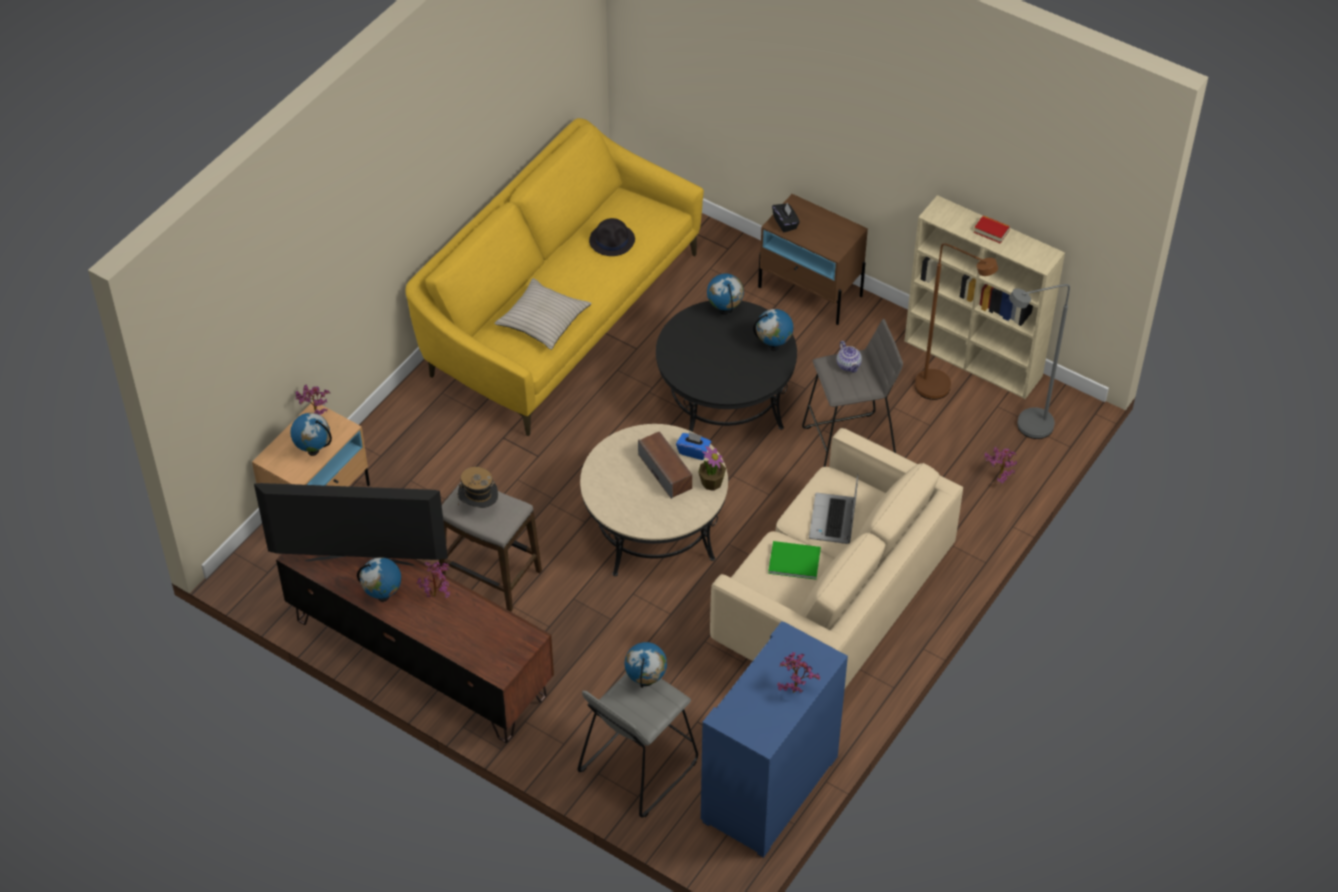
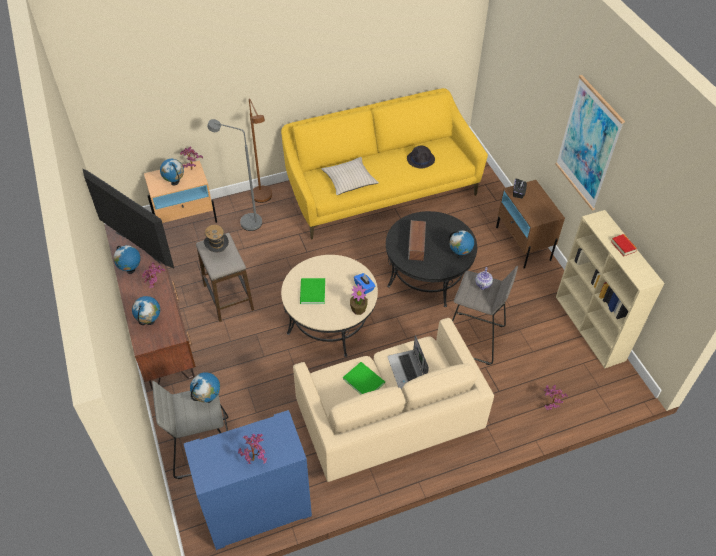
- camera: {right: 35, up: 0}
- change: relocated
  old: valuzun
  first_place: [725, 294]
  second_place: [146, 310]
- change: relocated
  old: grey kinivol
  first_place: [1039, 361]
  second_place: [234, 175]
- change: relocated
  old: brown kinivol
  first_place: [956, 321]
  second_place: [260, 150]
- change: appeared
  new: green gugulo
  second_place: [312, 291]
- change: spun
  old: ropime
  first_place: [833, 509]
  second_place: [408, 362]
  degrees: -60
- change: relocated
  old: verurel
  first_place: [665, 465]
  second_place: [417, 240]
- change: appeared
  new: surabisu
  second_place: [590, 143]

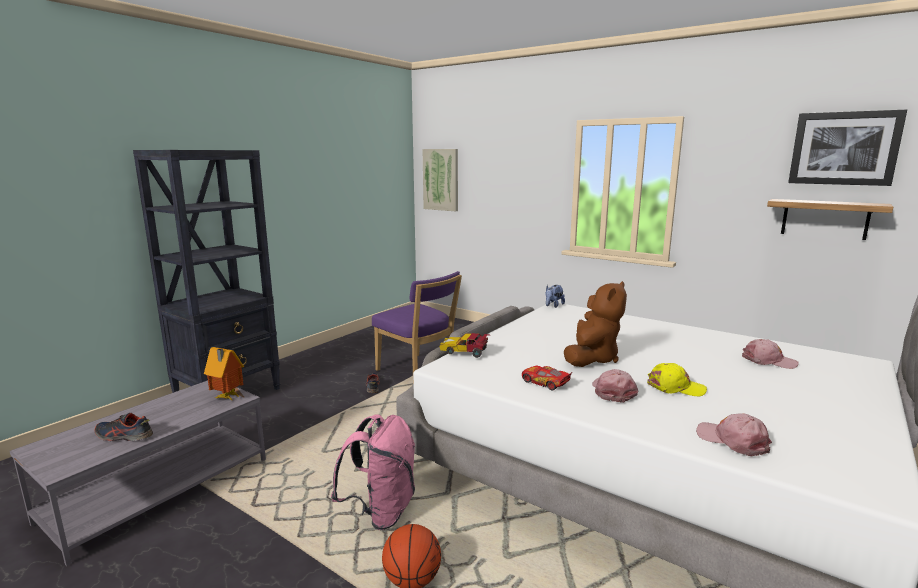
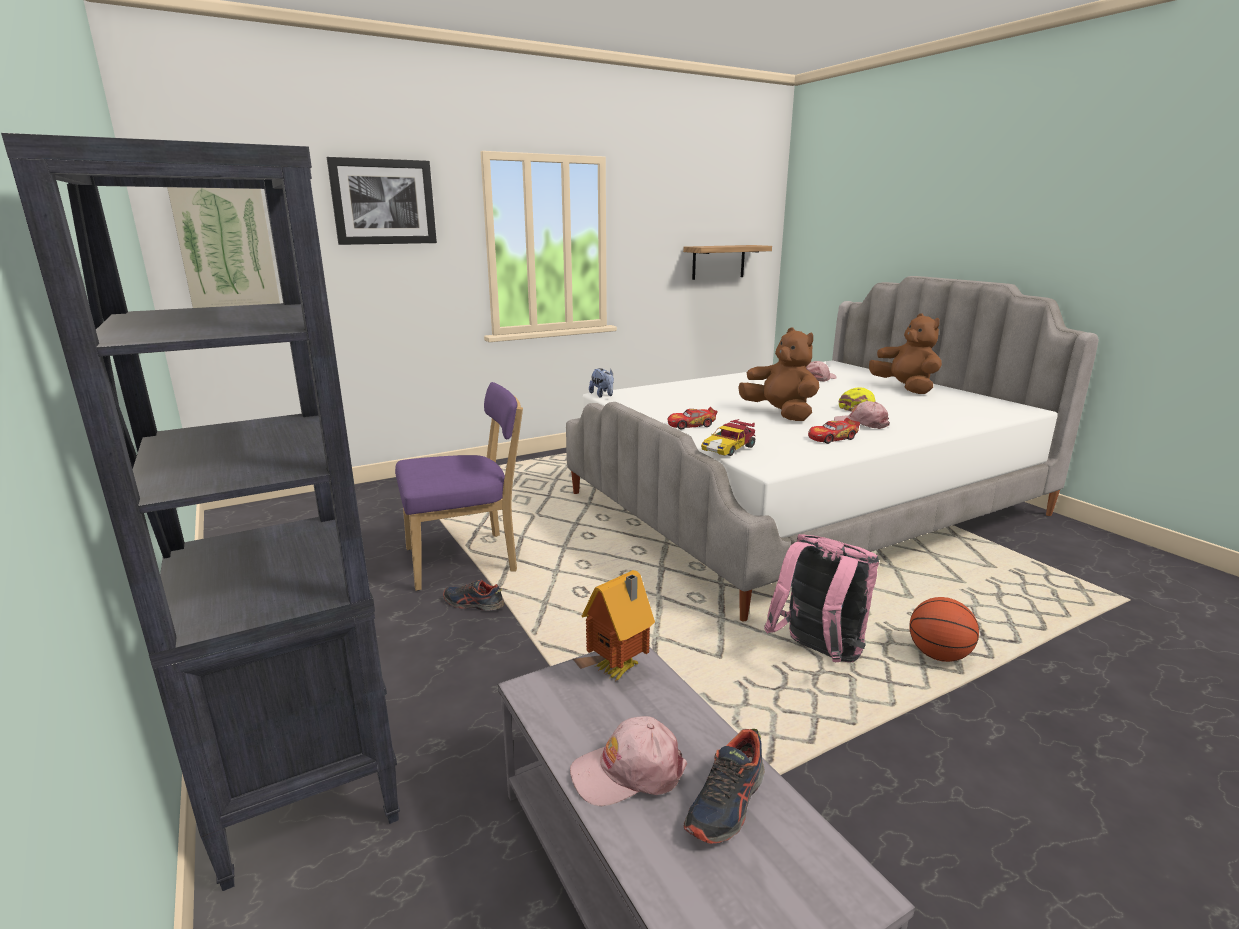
- camera: {right: -65, up: 5}
- change: relocated
  old: surabisu
  first_place: [847, 148]
  second_place: [382, 201]
- change: relocated
  old: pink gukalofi
  first_place: [734, 434]
  second_place: [628, 761]
- change: appeared
  new: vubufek
  second_place: [693, 418]
- change: appeared
  new: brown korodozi
  second_place: [905, 353]

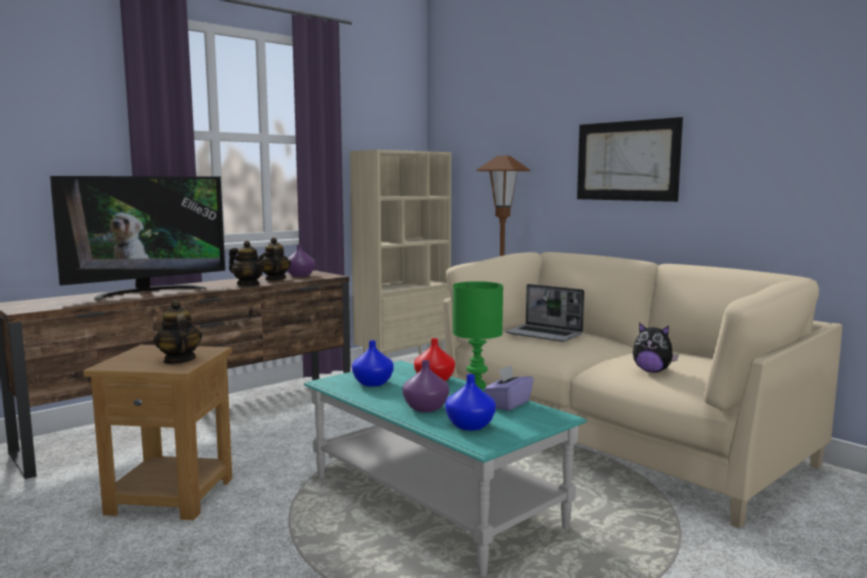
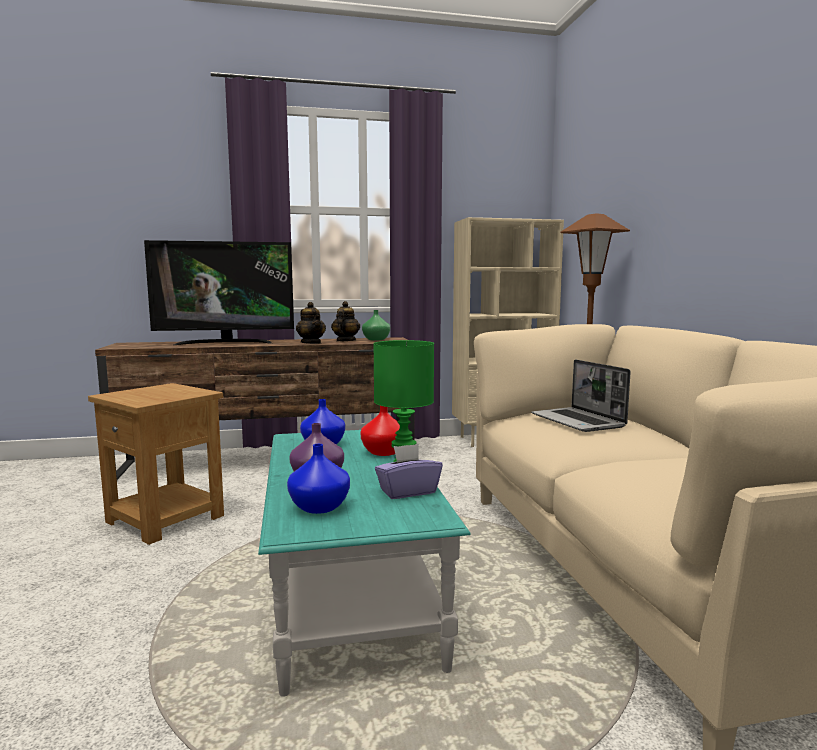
- camera: {right: 30, up: 0}
- change: colour
  old: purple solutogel
  new: green solutogel
  first_place: [301, 260]
  second_place: [376, 325]
- change: missing
  old: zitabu
  first_place: [178, 332]
- change: missing
  old: surabisu
  first_place: [630, 159]
- change: missing
  old: korodozi
  first_place: [656, 347]

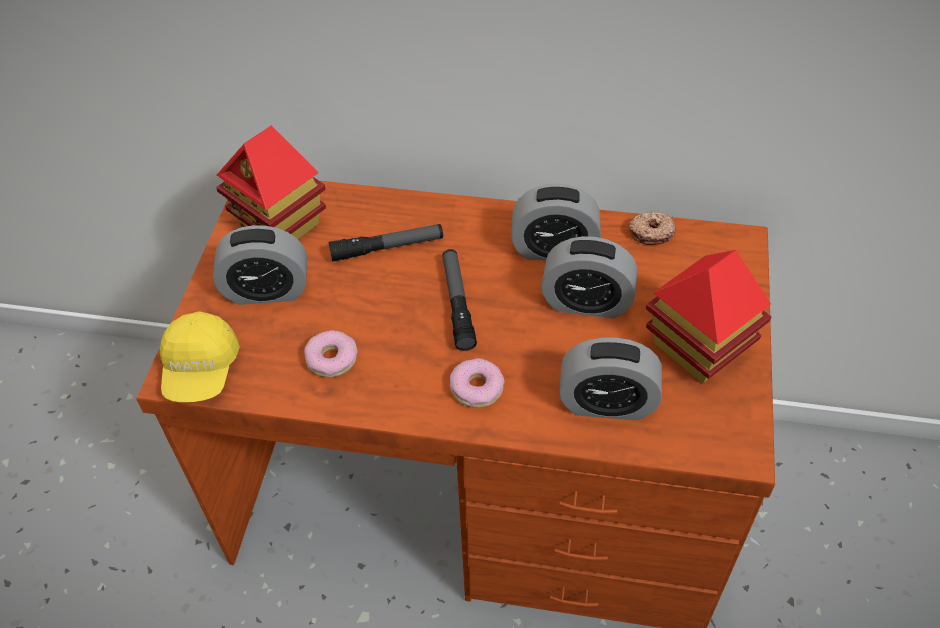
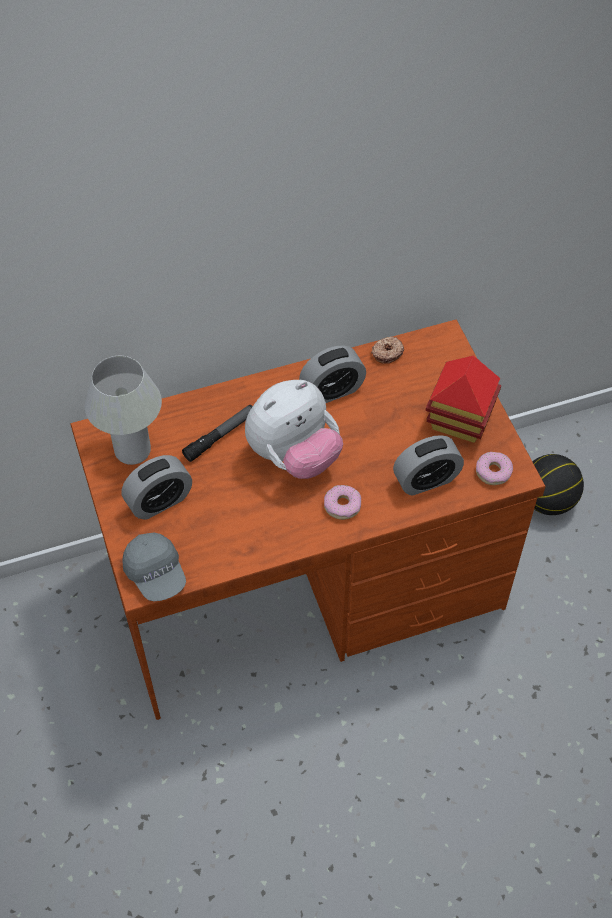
- camera: {right: -30, up: 5}
- change: exchanged
  old: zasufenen
  new: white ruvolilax
  first_place: [271, 182]
  second_place: [123, 410]
- change: colour
  old: yellow gukalofi
  new: grey gukalofi
  first_place: [200, 357]
  second_place: [154, 566]
- change: exchanged
  old: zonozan
  new: korodozi
  first_place: [459, 300]
  second_place: [294, 429]
- change: relocated
  old: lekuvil
  first_place: [331, 354]
  second_place: [494, 468]
- change: appeared
  new: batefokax
  second_place: [558, 484]
- change: missing
  old: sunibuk
  first_place: [589, 277]

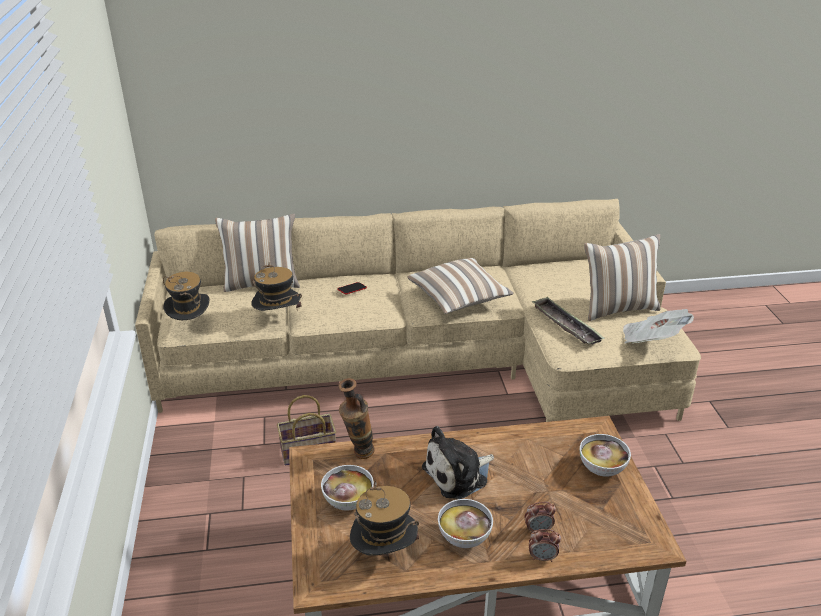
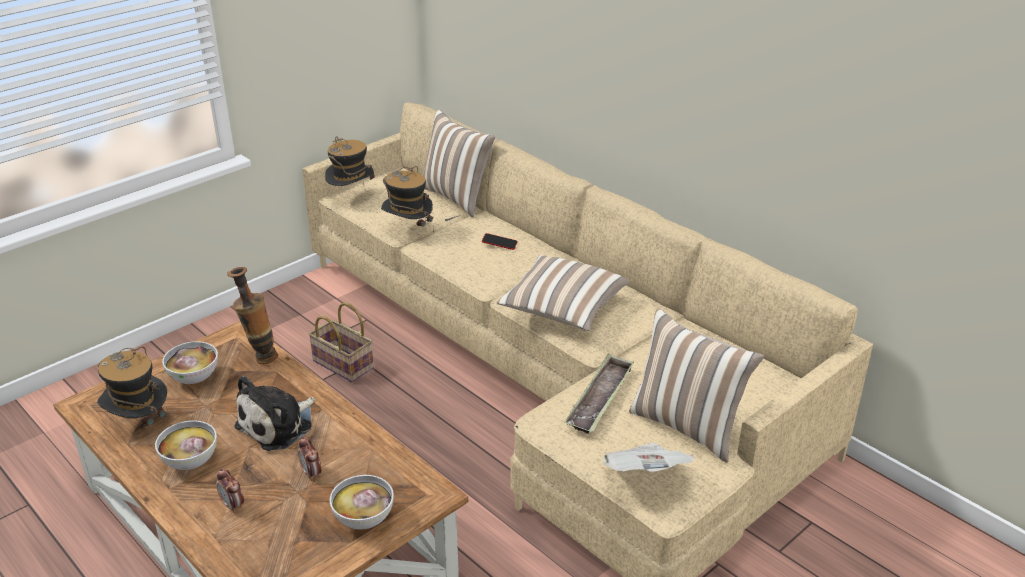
- camera: {right: 55, up: 0}
- change: spun
  old: korodozi
  first_place: [458, 462]
  second_place: [274, 413]
  degrees: -75
- change: relocated
  old: sunibuk
  first_place: [545, 545]
  second_place: [309, 458]

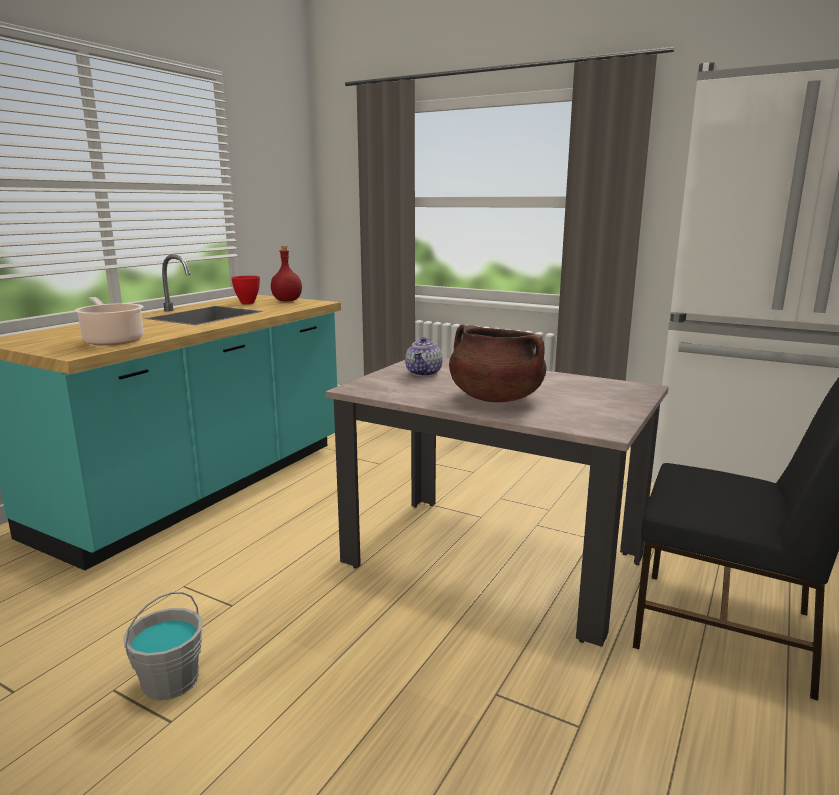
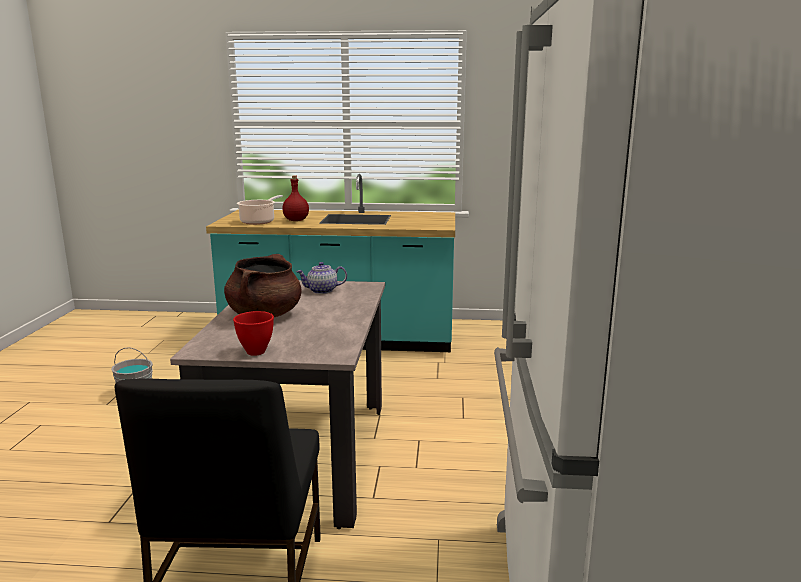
- camera: {right: 65, up: 0}
- change: relocated
  old: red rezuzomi
  first_place: [245, 290]
  second_place: [253, 333]
- change: relocated
  old: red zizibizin
  first_place: [286, 274]
  second_place: [295, 198]

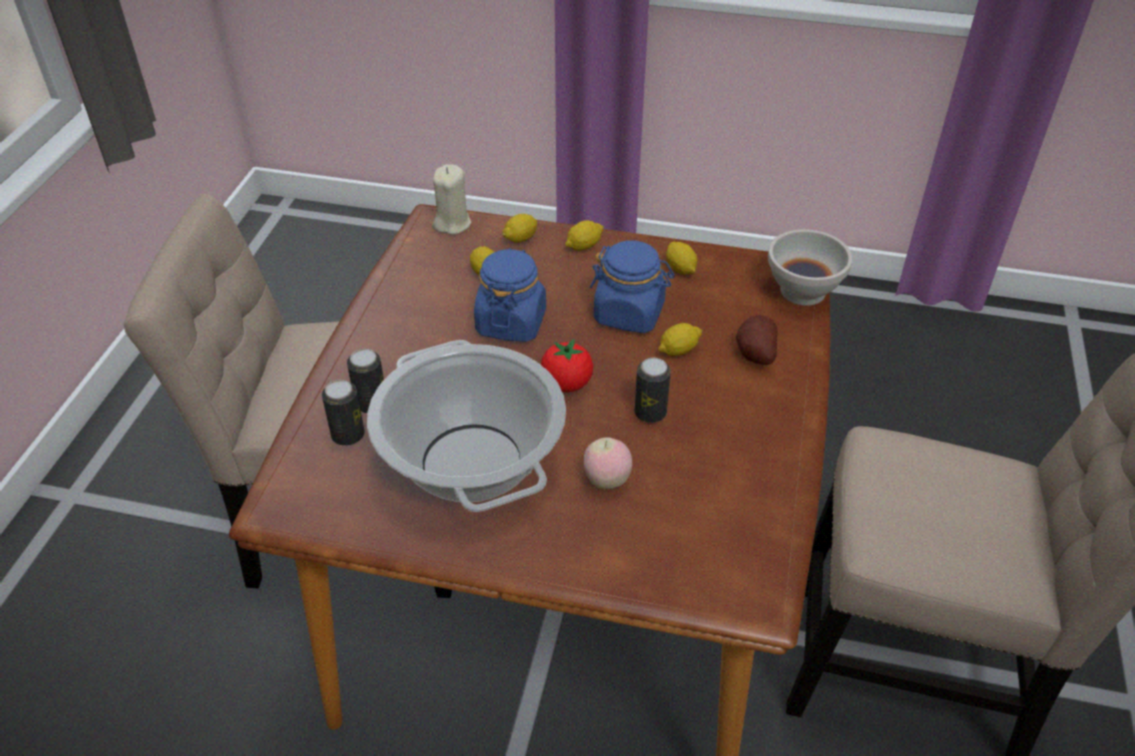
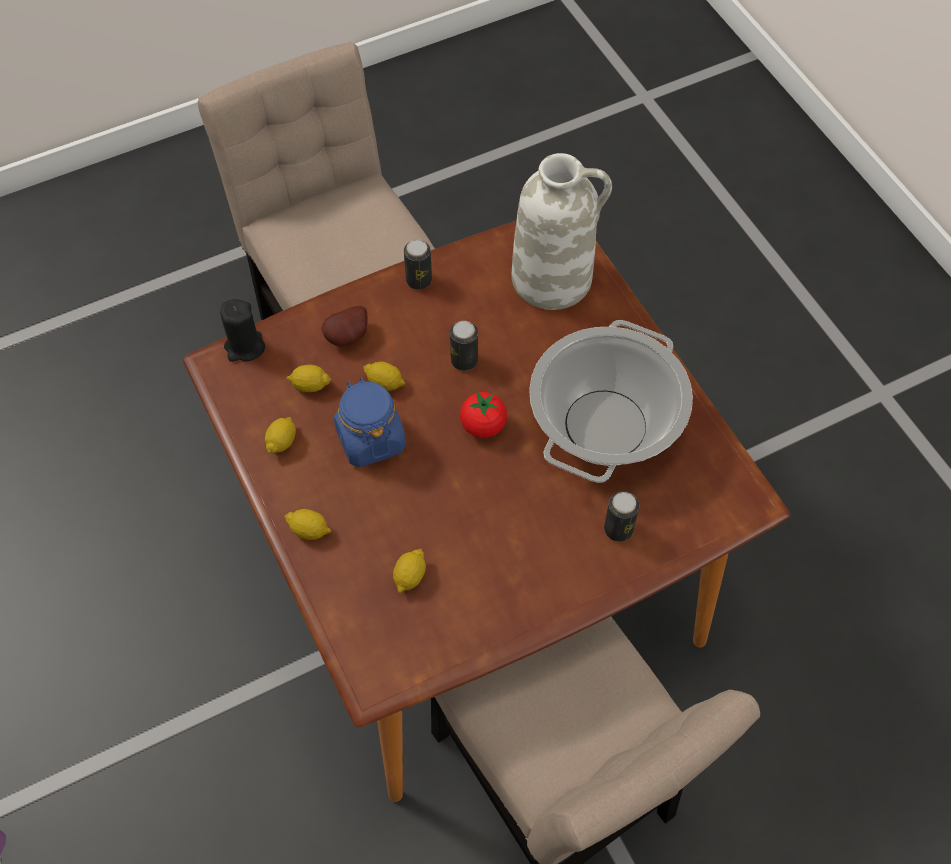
- camera: {right: -130, up: 15}
- change: exchanged
  old: white rezuzomi
  new: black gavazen
  first_place: [810, 267]
  second_place: [242, 330]
- change: relocated
  old: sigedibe
  first_place: [519, 228]
  second_place: [308, 378]
- change: relocated
  old: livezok
  first_place: [343, 413]
  second_place: [418, 264]
- change: appeared
  new: white solutogel
  second_place: [562, 231]
- change: missing
  old: beige gavazen
  first_place: [452, 199]
- change: missing
  old: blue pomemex
  first_place: [510, 295]
- change: missing
  old: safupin
  first_place: [608, 463]

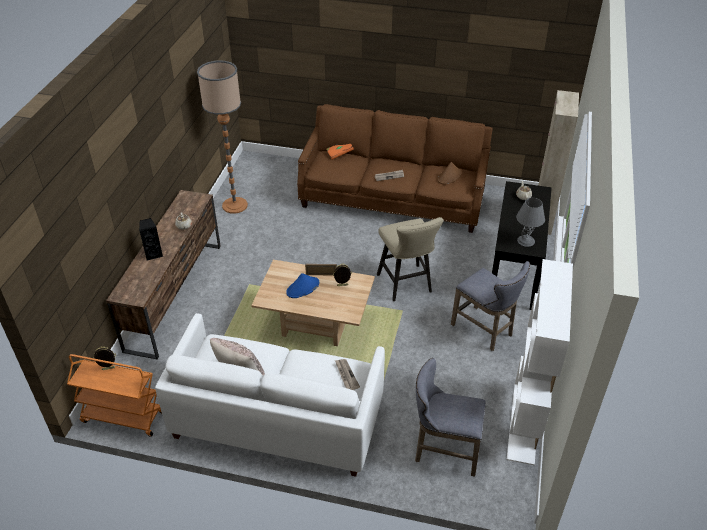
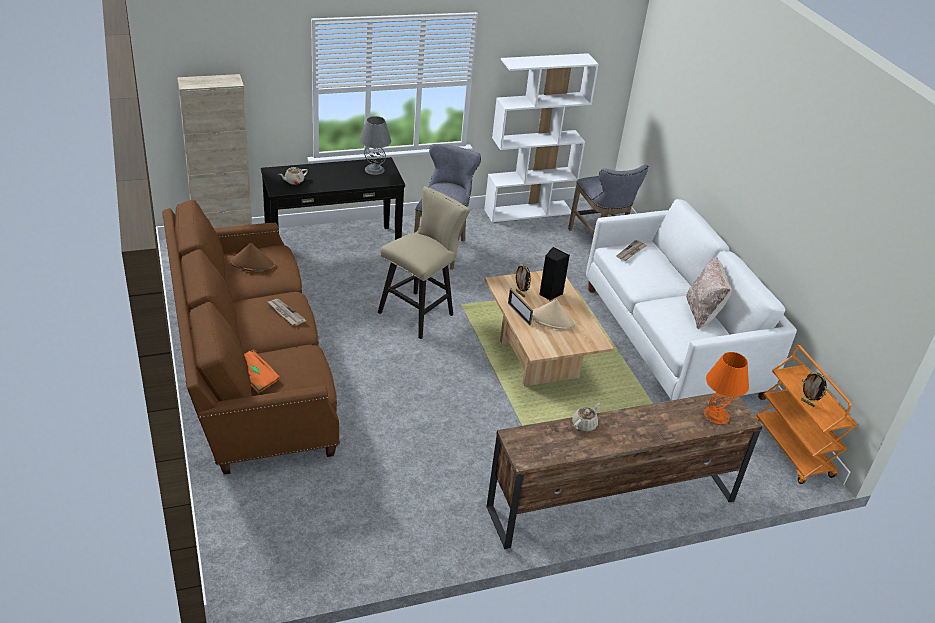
- camera: {right: -125, up: -5}
- change: colour
  old: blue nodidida
  new: beige nodidida
  first_place: [302, 285]
  second_place: [553, 314]
- change: relocated
  old: black verurel
  first_place: [151, 239]
  second_place: [554, 273]
- change: appeared
  new: orange ruvolilax
  second_place: [726, 388]
- change: missing
  old: kinivol
  first_place: [222, 137]

